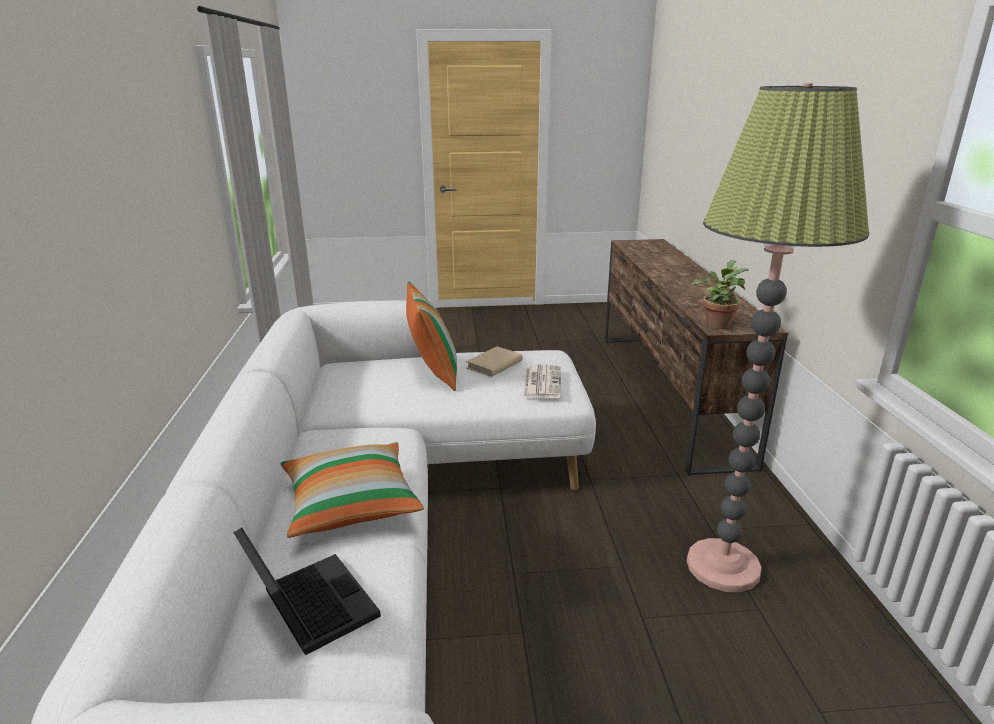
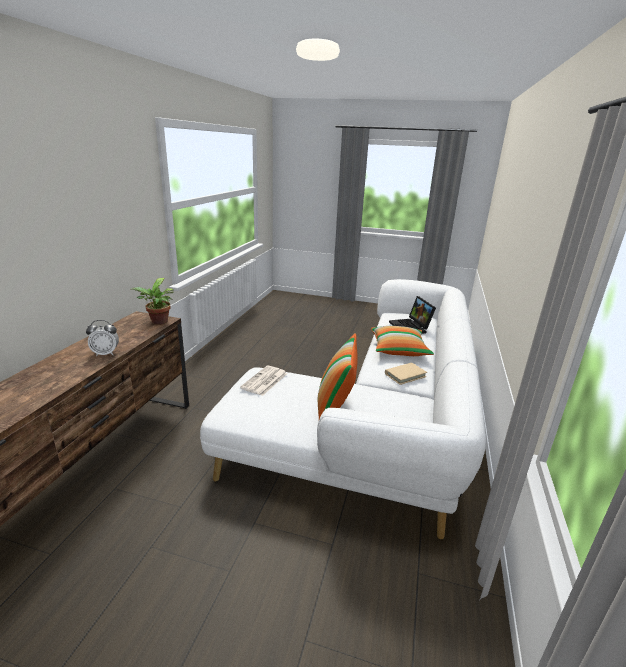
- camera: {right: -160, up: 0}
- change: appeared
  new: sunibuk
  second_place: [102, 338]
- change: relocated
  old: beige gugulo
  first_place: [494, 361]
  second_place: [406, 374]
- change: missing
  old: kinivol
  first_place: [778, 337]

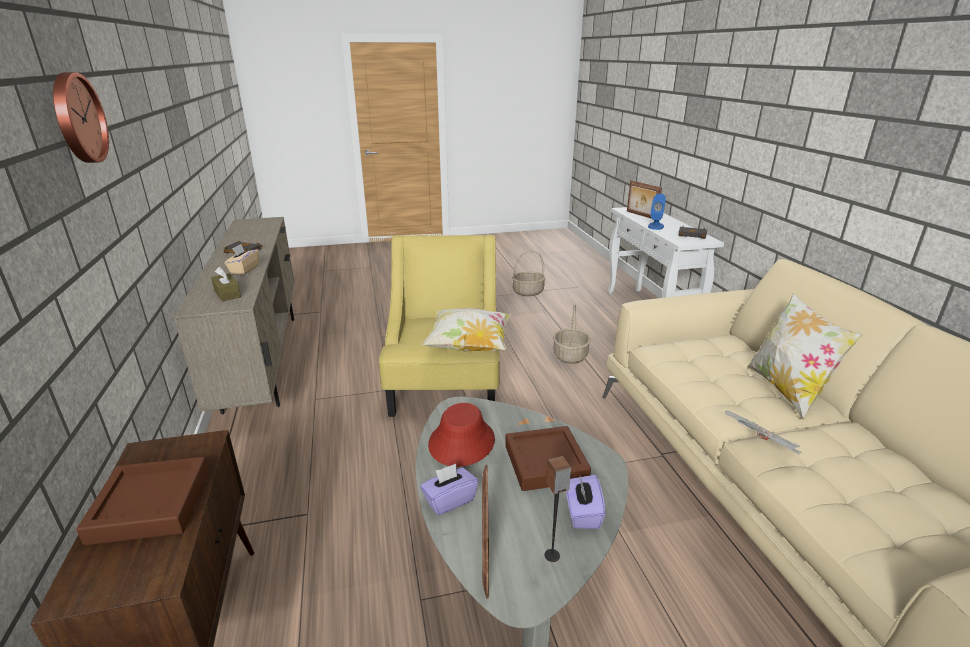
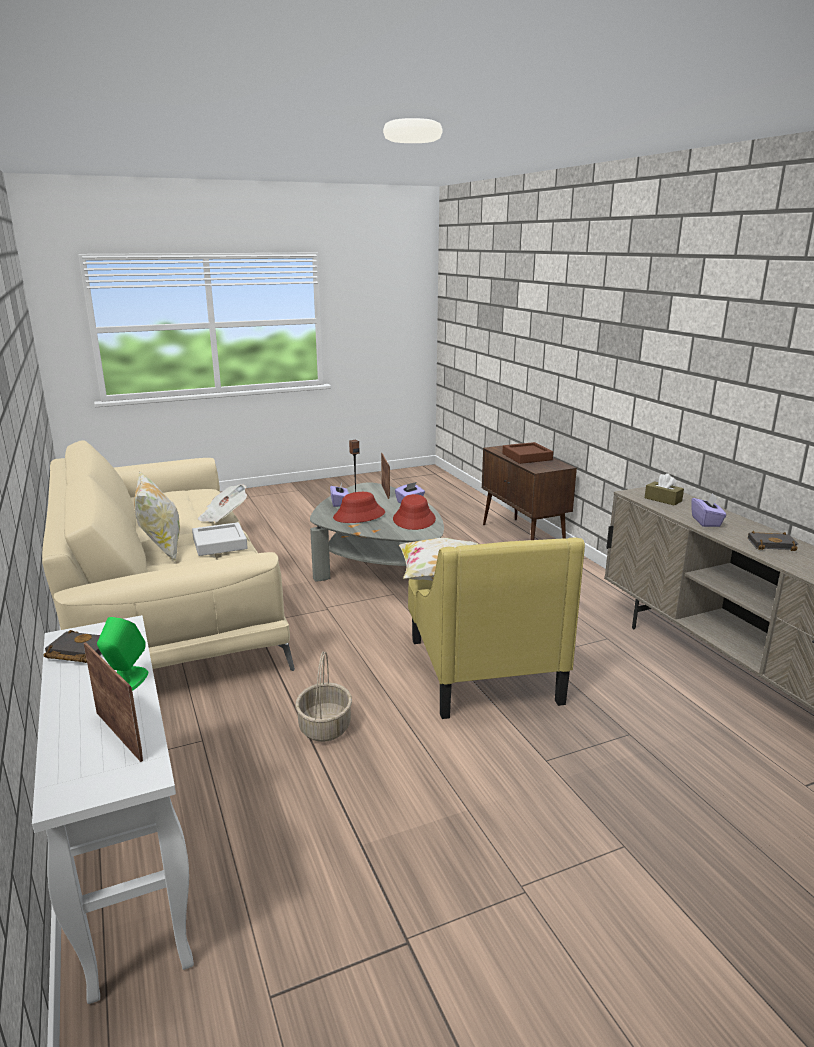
- camera: {right: 170, up: -5}
- change: colour
  old: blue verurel
  new: green verurel
  first_place: [657, 212]
  second_place: [122, 654]
- change: appeared
  new: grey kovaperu
  second_place: [220, 539]
- change: exchanged
  old: brown kovaperu
  new: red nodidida
  first_place: [548, 458]
  second_place: [359, 507]
- change: colour
  old: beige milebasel
  new: purple milebasel
  first_place: [241, 259]
  second_place: [709, 510]
- change: missing
  old: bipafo
  first_place: [81, 117]
- change: missing
  old: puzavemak
  first_place: [529, 273]

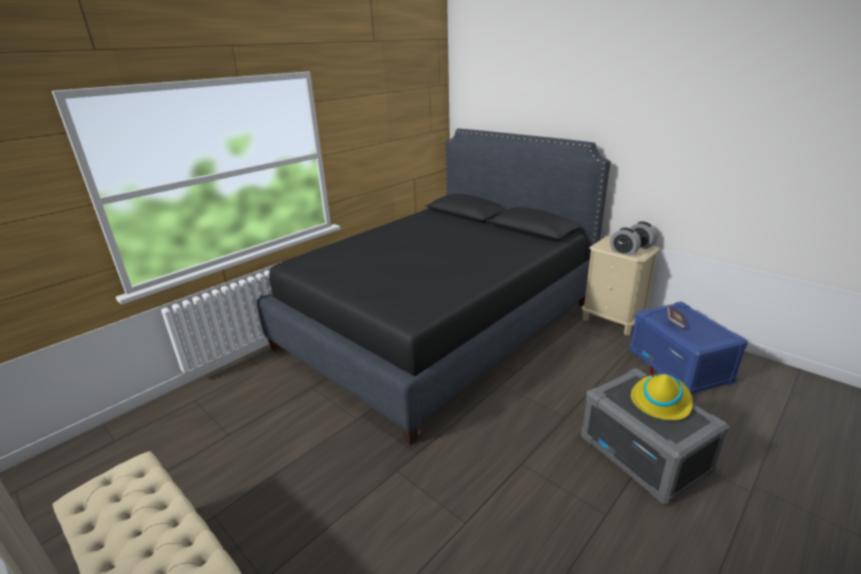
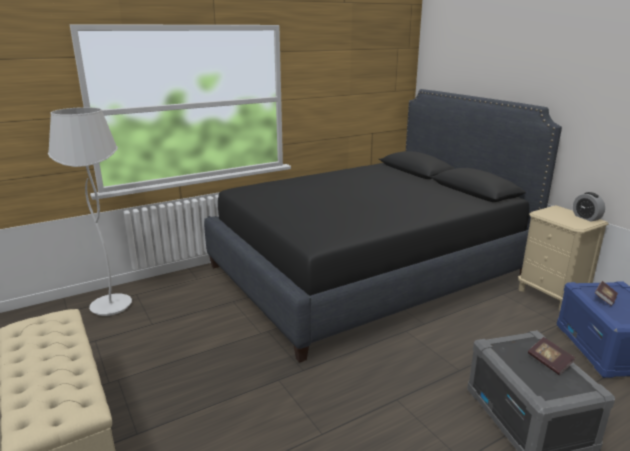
- camera: {right: 15, up: -5}
- change: appeared
  new: white kinivol
  second_place: [90, 211]
- change: exchanged
  old: yellow nodidida
  new: gugulo
  first_place: [662, 392]
  second_place: [551, 356]
- change: missing
  old: sunibuk
  first_place: [625, 242]

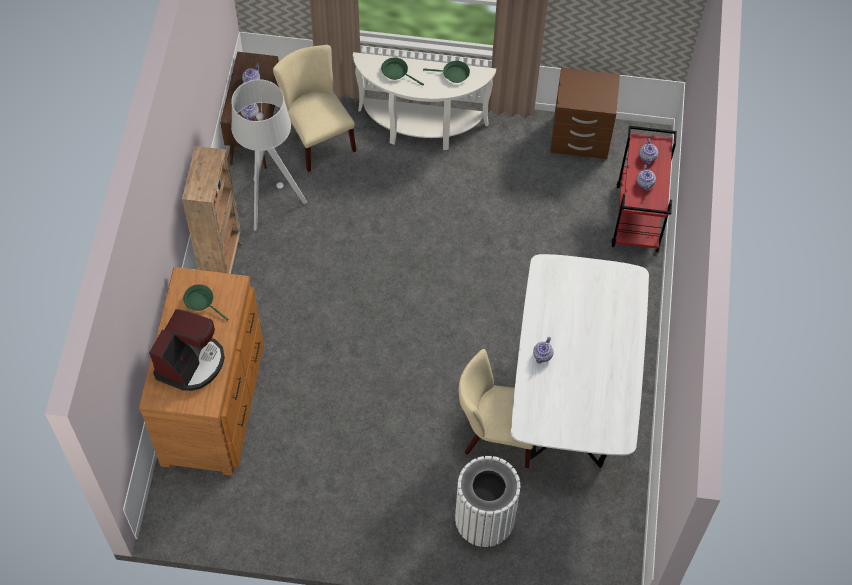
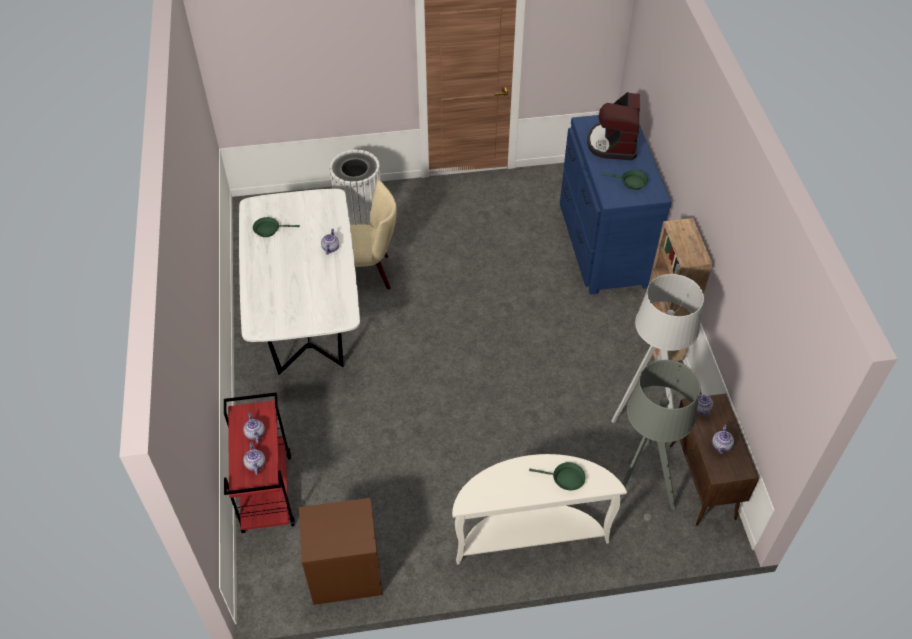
- camera: {right: 165, up: -10}
- change: relocated
  old: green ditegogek
  first_place: [446, 72]
  second_place: [276, 227]
- change: colour
  old: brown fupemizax
  new: blue fupemizax
  first_place: [201, 371]
  second_place: [616, 205]
- change: exchanged
  old: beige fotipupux
  new: grey kinivol
  first_place: [314, 108]
  second_place: [660, 440]

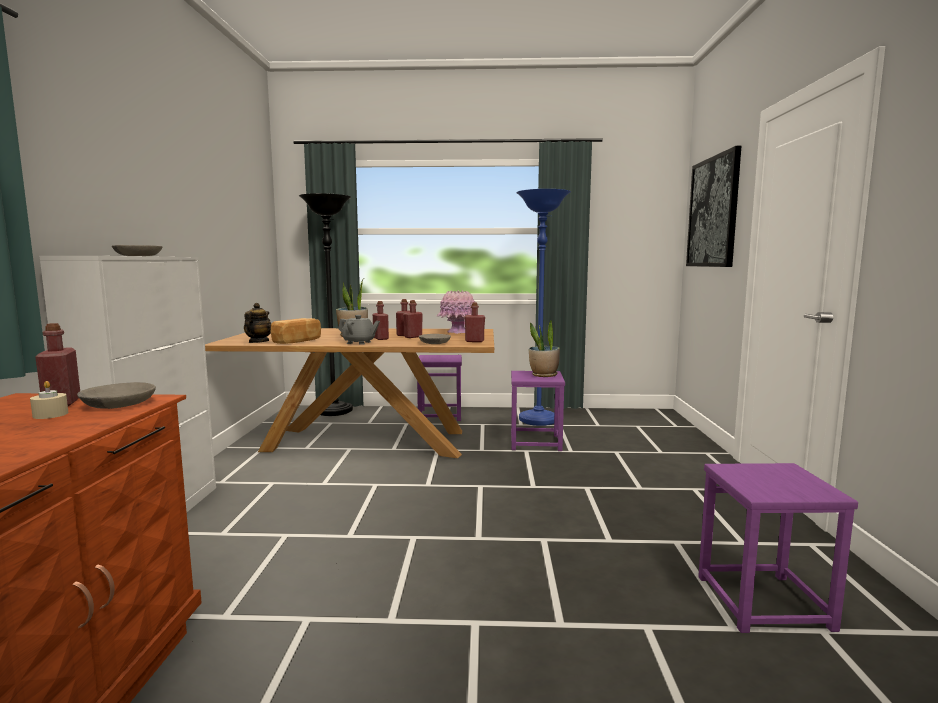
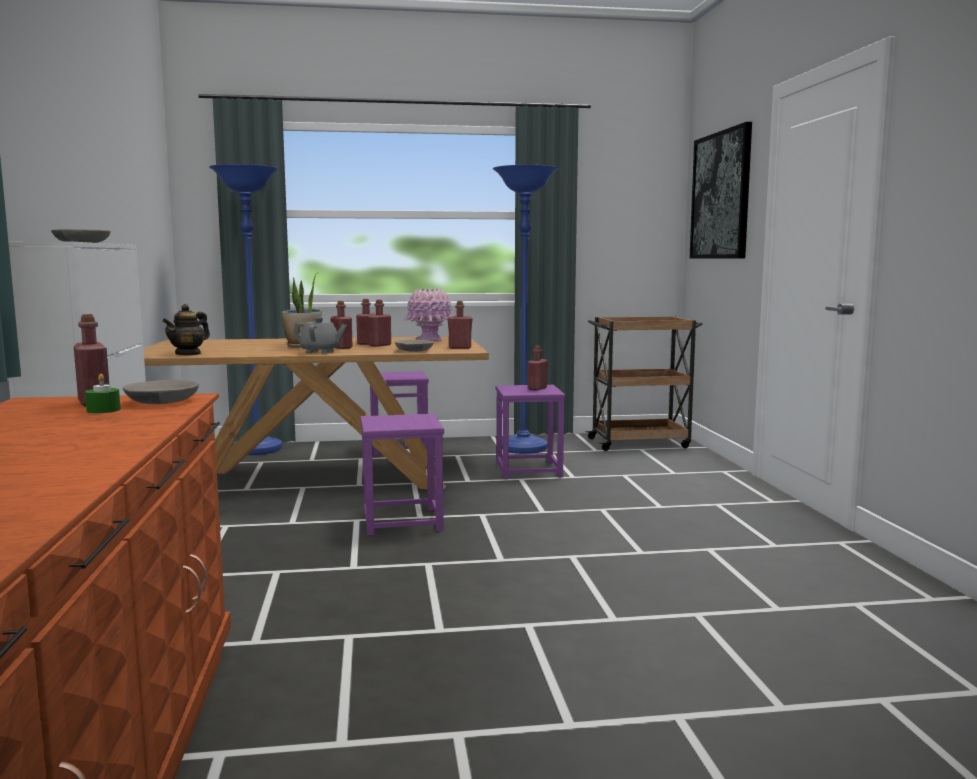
- camera: {right: -10, up: 0}
- change: colour
  old: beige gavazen
  new: green gavazen
  first_place: [49, 400]
  second_place: [103, 394]
- change: spun
  old: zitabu
  first_place: [257, 323]
  second_place: [186, 330]
  degrees: -150
- change: colour
  old: black kinivol
  new: blue kinivol
  first_place: [326, 304]
  second_place: [245, 309]
- change: relocated
  old: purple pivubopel
  first_place: [778, 548]
  second_place: [402, 475]
- change: exchanged
  old: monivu
  new: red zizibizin
  first_place: [544, 348]
  second_place: [537, 368]
- change: appeared
  new: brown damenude
  second_place: [644, 383]
- change: missing
  old: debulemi
  first_place: [296, 331]

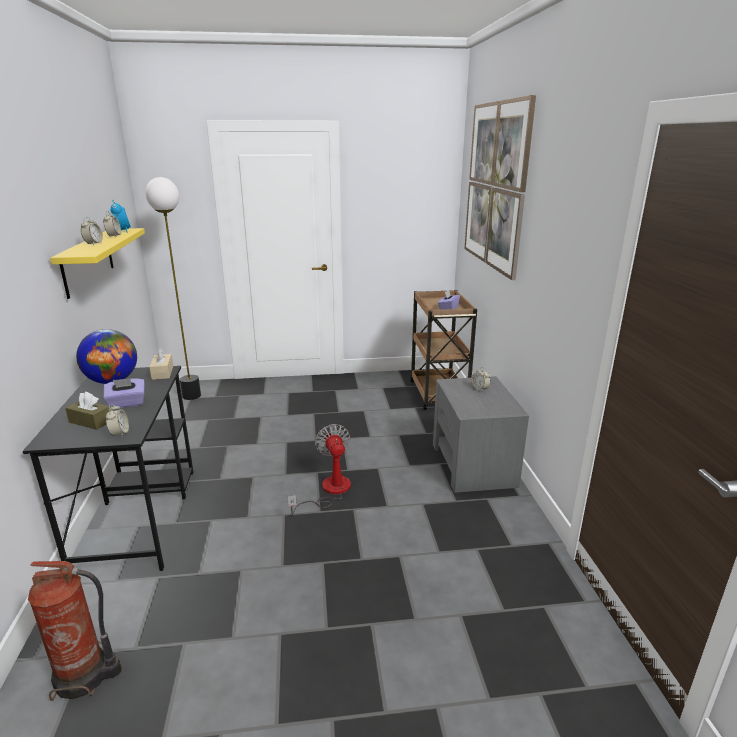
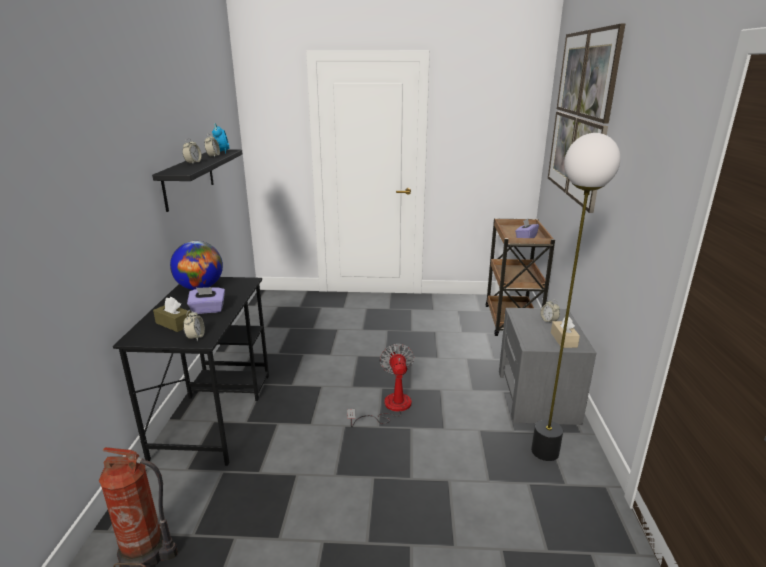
- camera: {right: 10, up: 0}
- change: colour
  old: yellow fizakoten
  new: black fizakoten
  first_place: [97, 263]
  second_place: [197, 181]
- change: relocated
  old: kinivol
  first_place: [173, 288]
  second_place: [575, 297]
- change: relocated
  old: beige milebasel
  first_place: [161, 363]
  second_place: [565, 332]

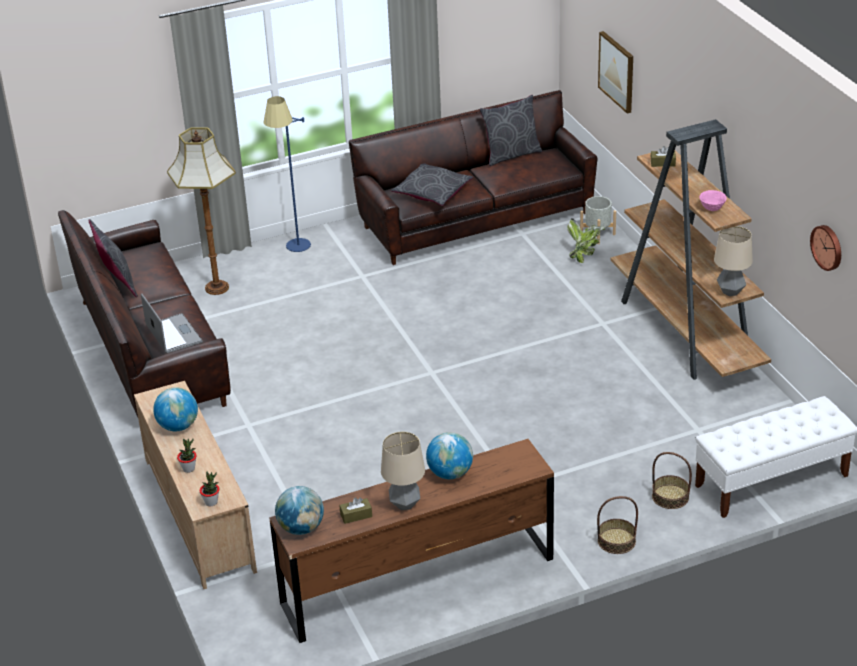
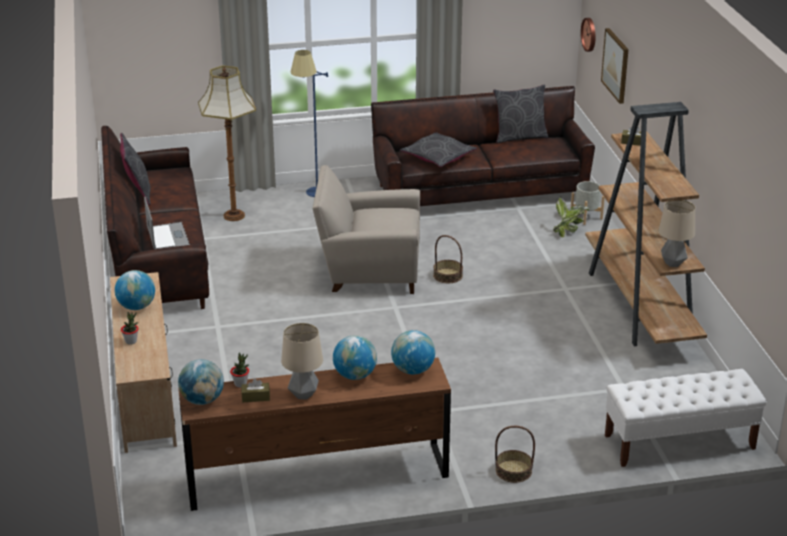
- camera: {right: 10, up: -5}
- change: relocated
  old: monivu
  first_place: [209, 489]
  second_place: [239, 370]
- change: appeared
  new: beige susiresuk
  second_place: [366, 229]
- change: appeared
  new: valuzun
  second_place: [413, 352]
- change: relocated
  old: puzavemak
  first_place: [672, 480]
  second_place: [448, 259]
- change: relocated
  old: bipafo
  first_place: [825, 248]
  second_place: [588, 35]
- change: missing
  old: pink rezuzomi
  first_place: [713, 200]

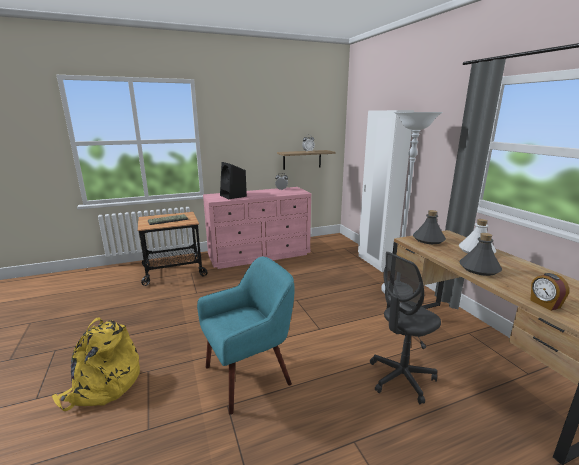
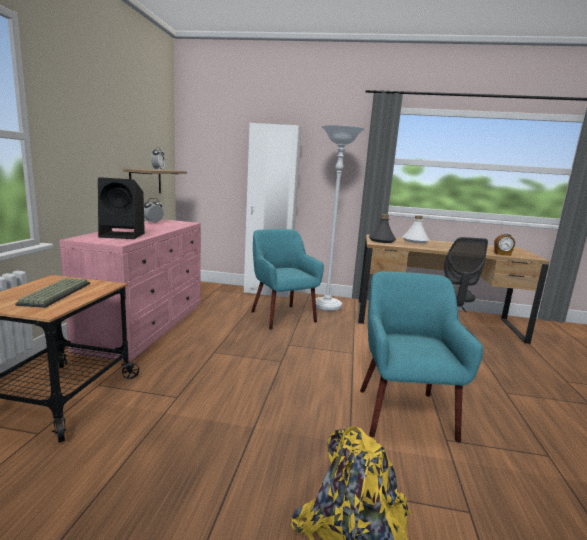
- camera: {right: -60, up: -5}
- change: appeared
  new: turquoise susiresuk
  second_place: [287, 279]
- change: missing
  old: grey zizibizin
  first_place: [480, 254]

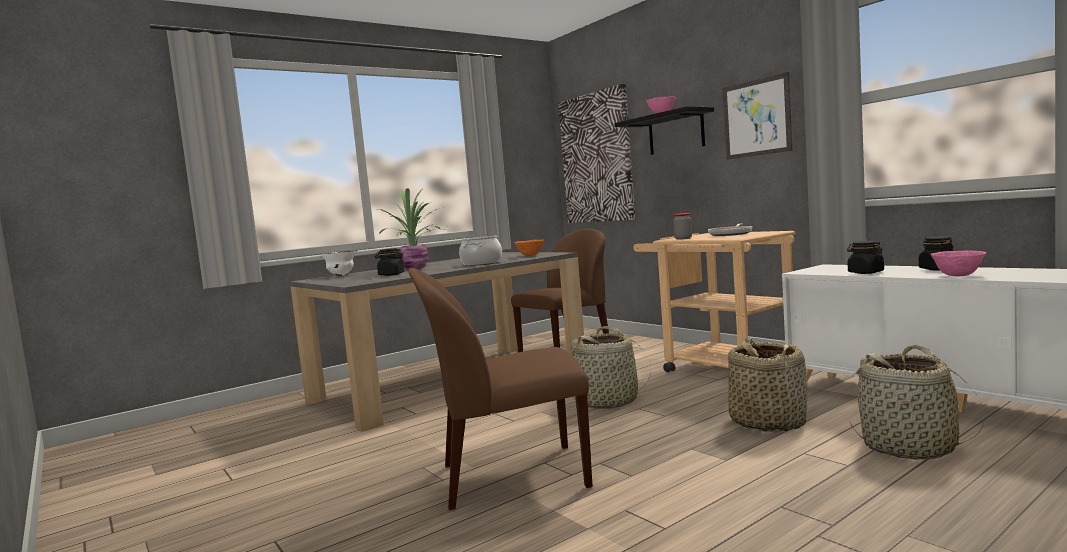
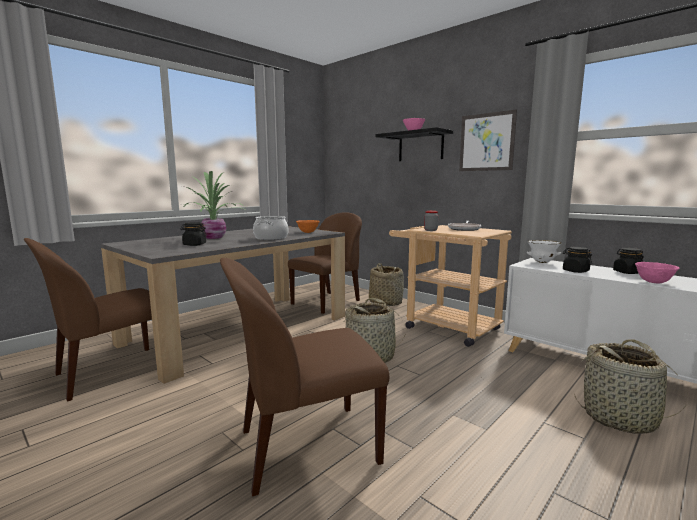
- camera: {right: -10, up: 5}
- change: appeared
  new: brown fotipupux
  second_place: [88, 320]
- change: relocated
  old: puzavemak
  first_place: [768, 384]
  second_place: [386, 284]
- change: relocated
  old: white rezuzomi
  first_place: [339, 263]
  second_place: [544, 251]
- change: missing
  old: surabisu
  first_place: [596, 153]

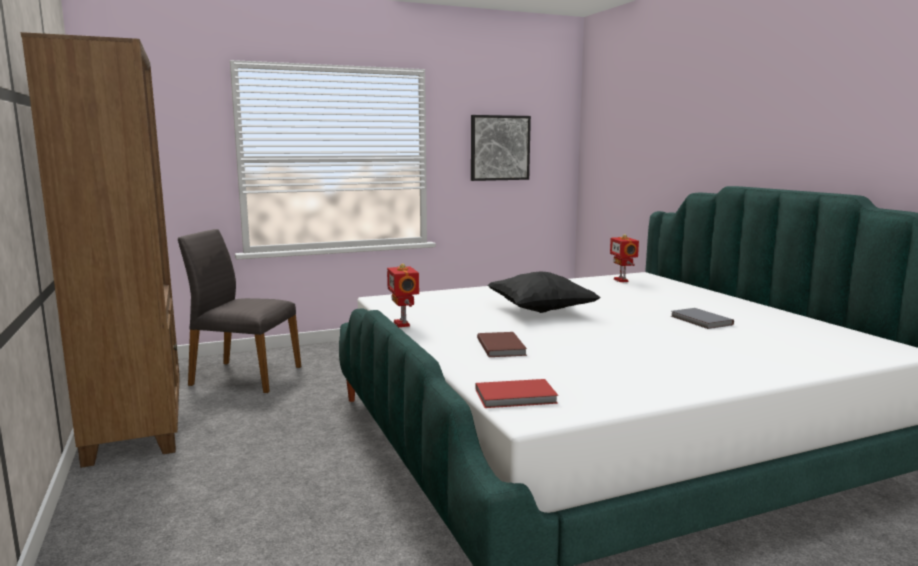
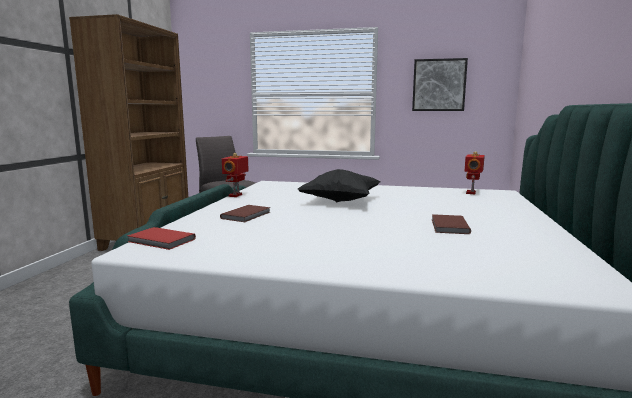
- camera: {right: 35, up: 0}
- change: colour
  old: grey gugulo
  new: brown gugulo
  first_place: [702, 318]
  second_place: [451, 224]

